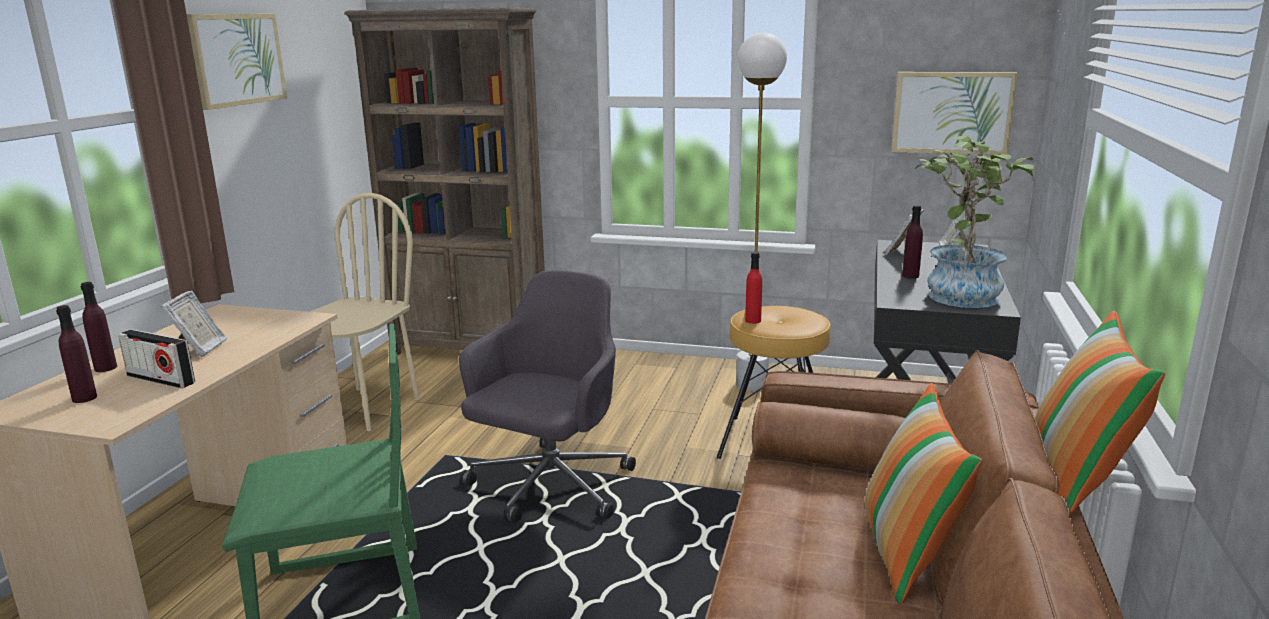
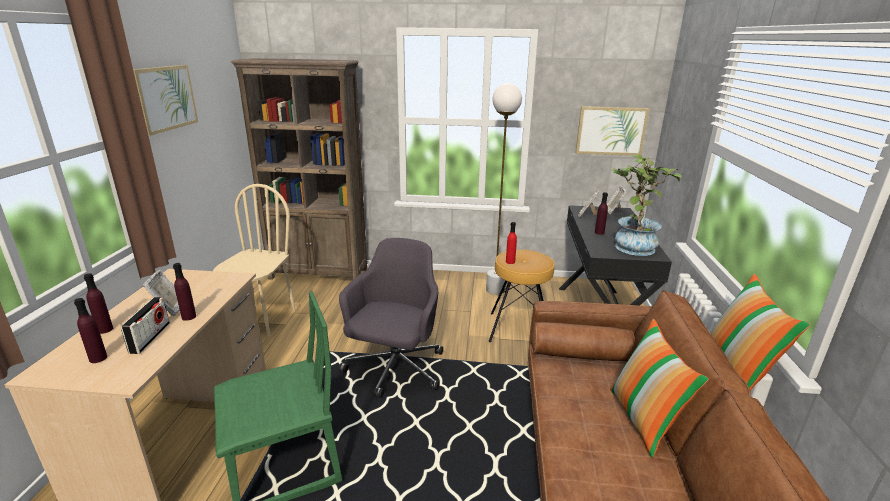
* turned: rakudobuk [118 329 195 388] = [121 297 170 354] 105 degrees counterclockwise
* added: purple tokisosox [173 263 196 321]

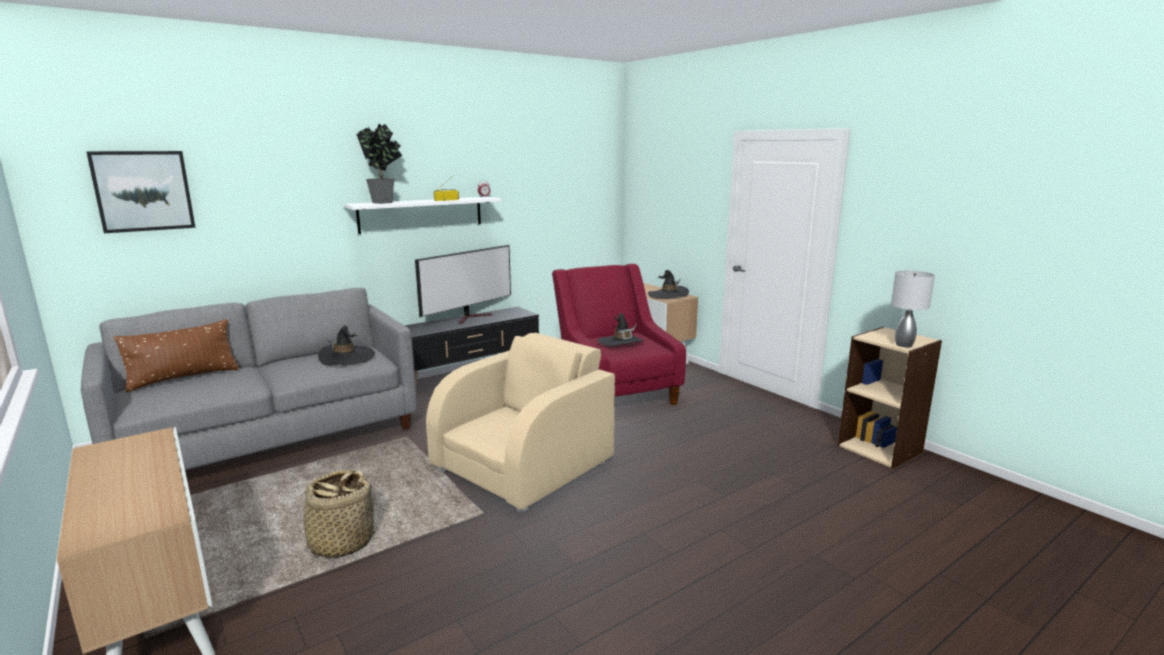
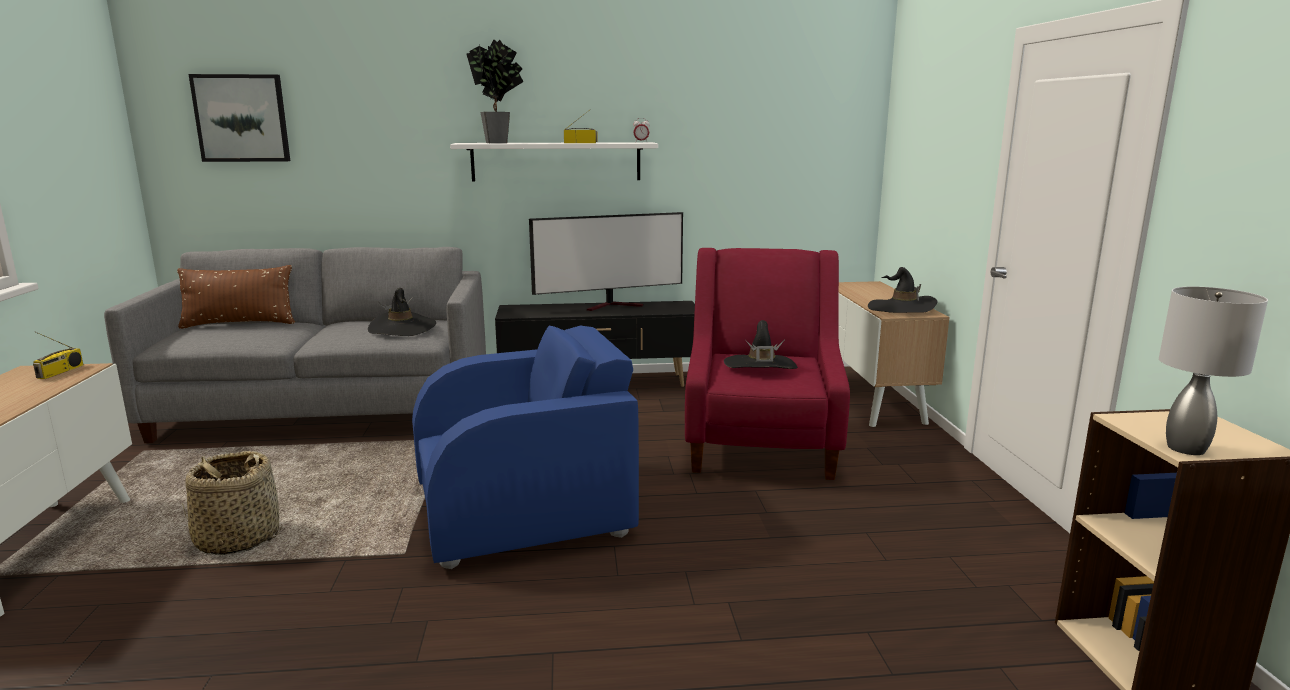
* added: rakudobuk [33 332 84 379]
* recoloured: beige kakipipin [426 333 615 513] to blue kakipipin [412 326 639 569]

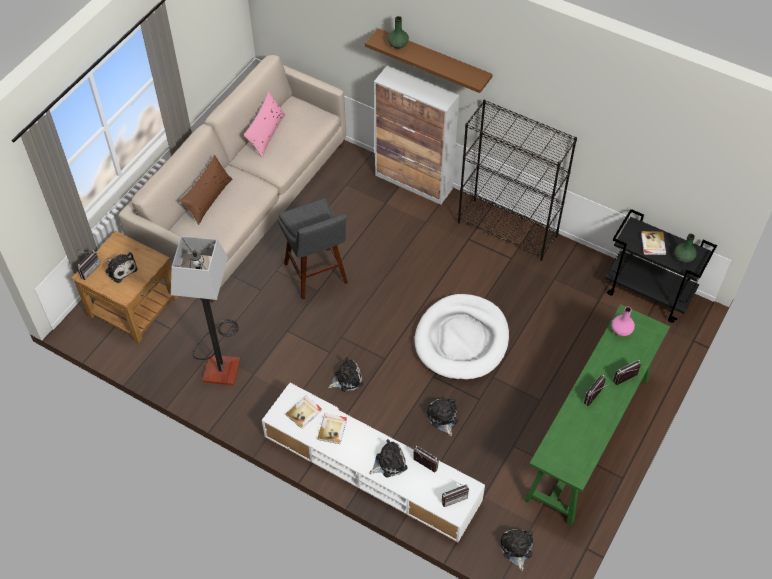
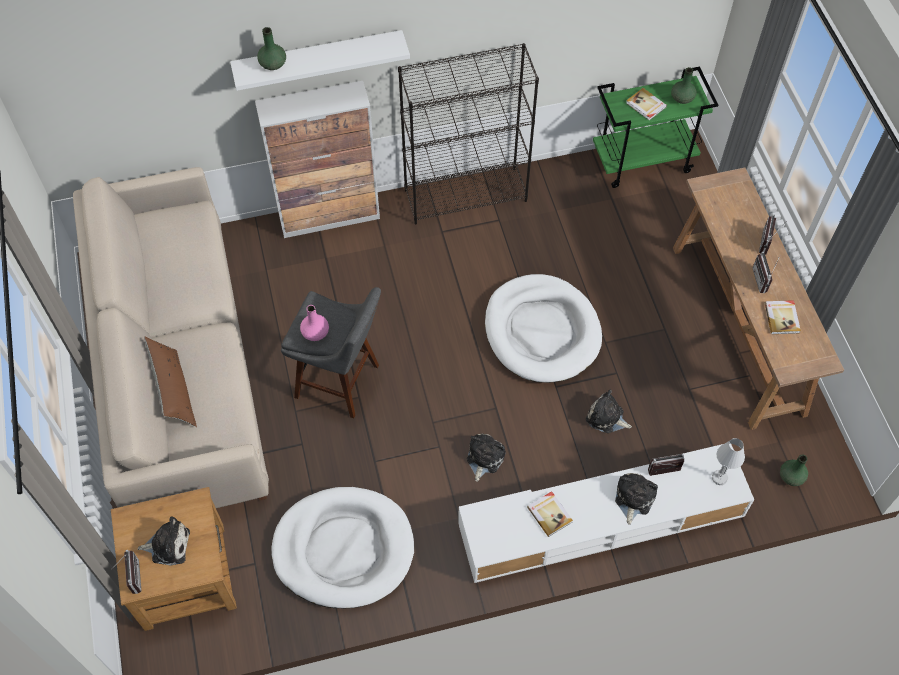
* recoloured: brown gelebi [365 28 493 93] to white gelebi [230 30 410 91]
* replaced: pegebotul [171 236 240 386] to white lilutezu [271 487 414 608]
* moved: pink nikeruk [612 307 635 336] to [300 305 329 341]
* recoloured: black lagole [605 209 717 323] to green lagole [593 67 718 188]
* recoloured: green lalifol [524 304 670 525] to brown lalifol [673 168 844 430]
* replaced: rakudobuk [442 478 469 507] to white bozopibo [712 438 745 485]
* moved: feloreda [285 396 322 429] to [765 300 801 334]
* replaced: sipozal [500 529 533 571] to green nikeruk [780 455 808 486]
* removed: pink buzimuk [244 91 286 158]

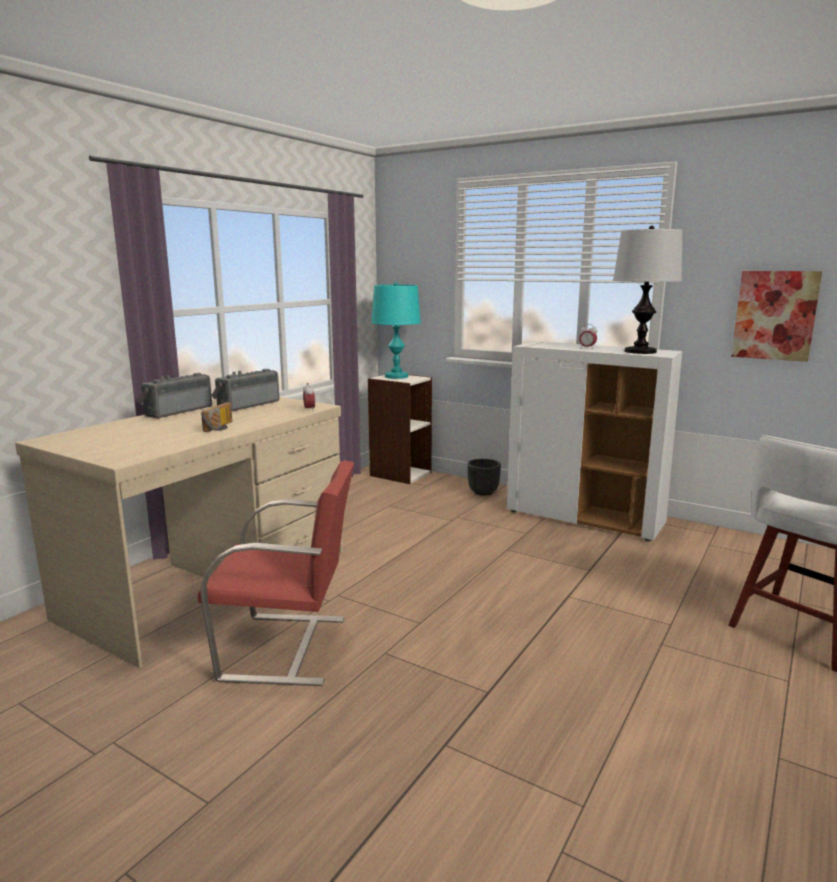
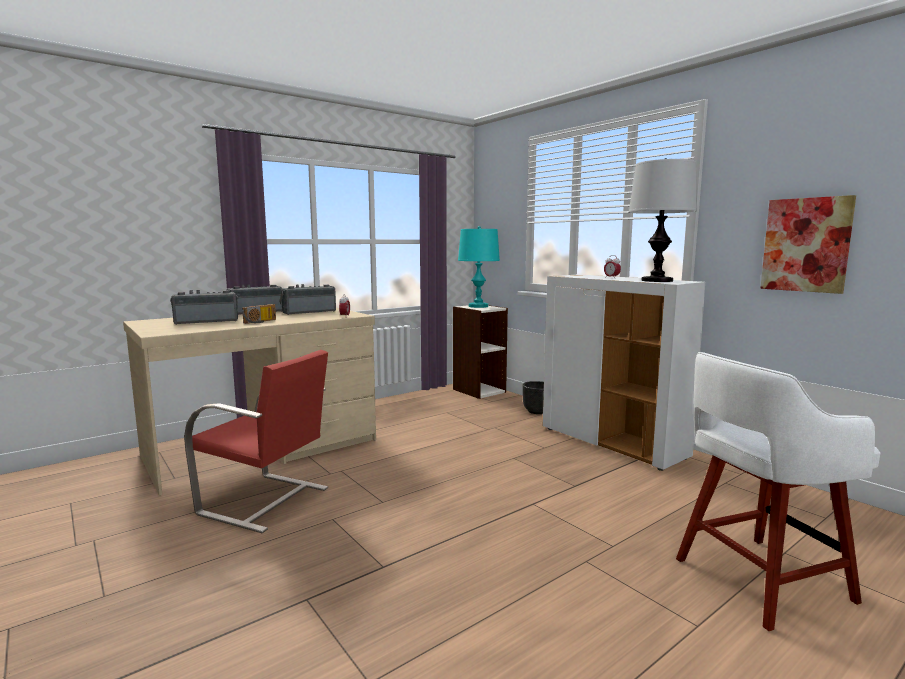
* added: rakudobuk [170 290 238 324]

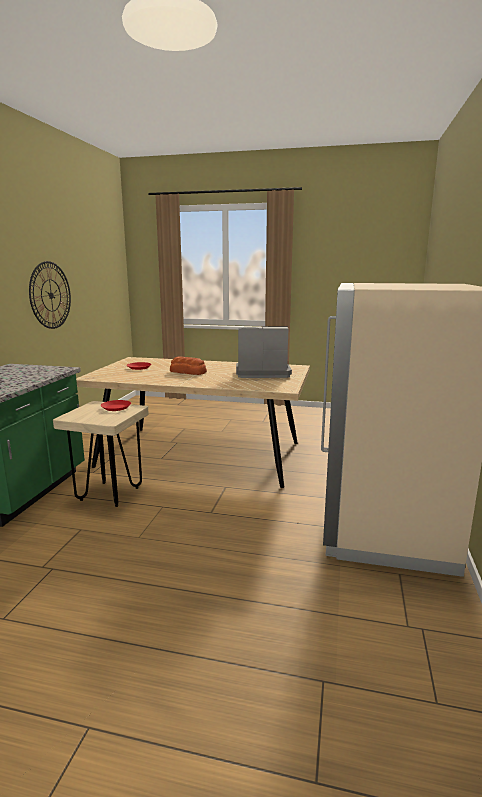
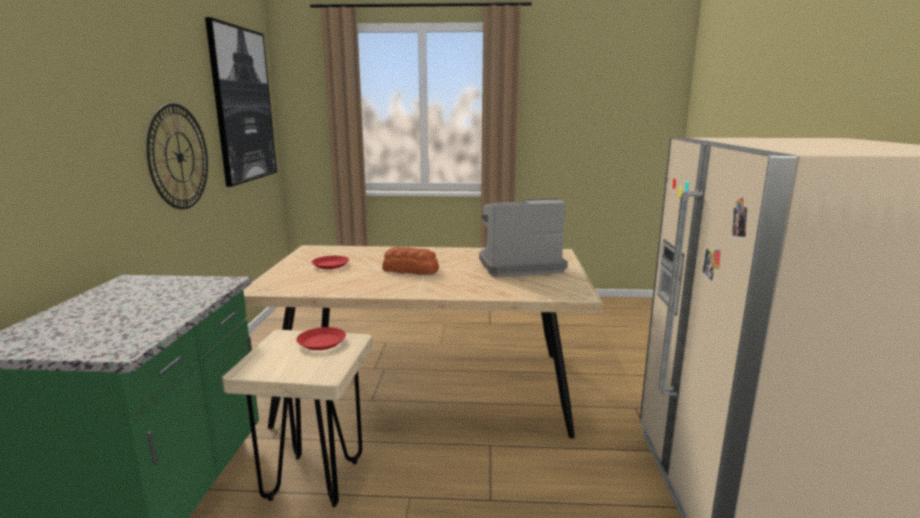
* added: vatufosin [205 17 277 187]

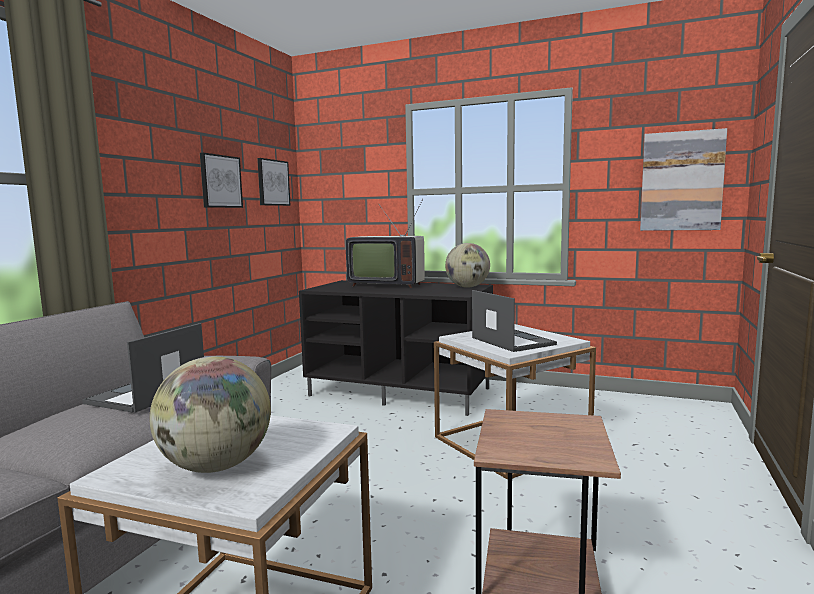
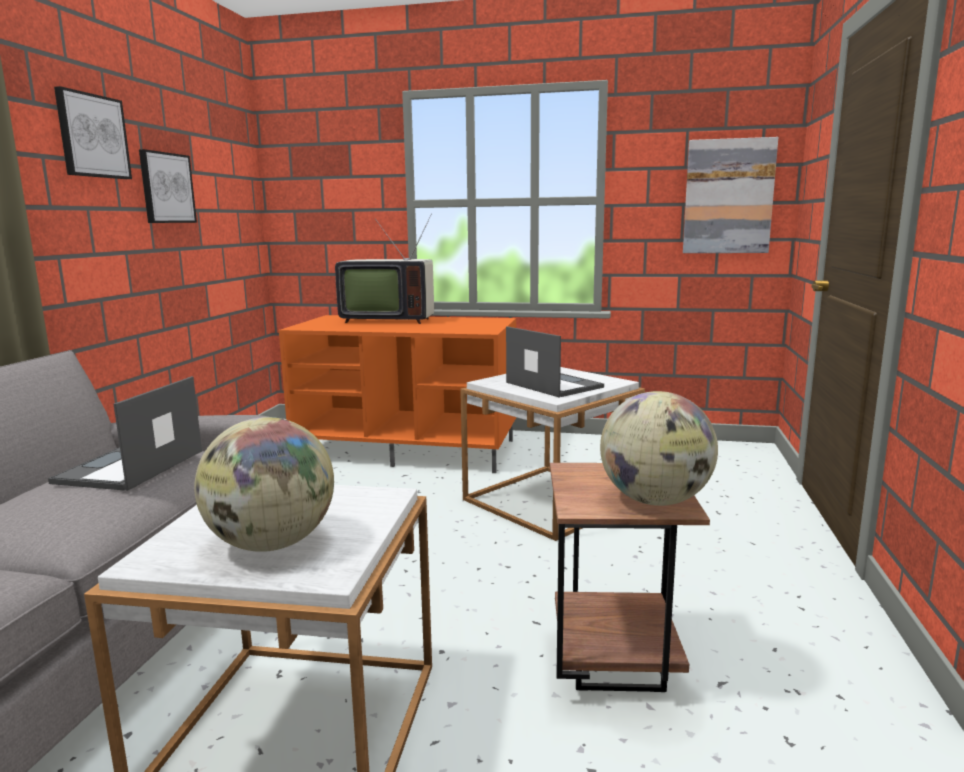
* moved: vatufosin [257 158 291 206] to [54 86 132 179]
* recoloured: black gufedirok [299 280 493 416] to orange gufedirok [279 315 516 473]
* moved: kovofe [445 243 490 288] to [600 391 718 506]

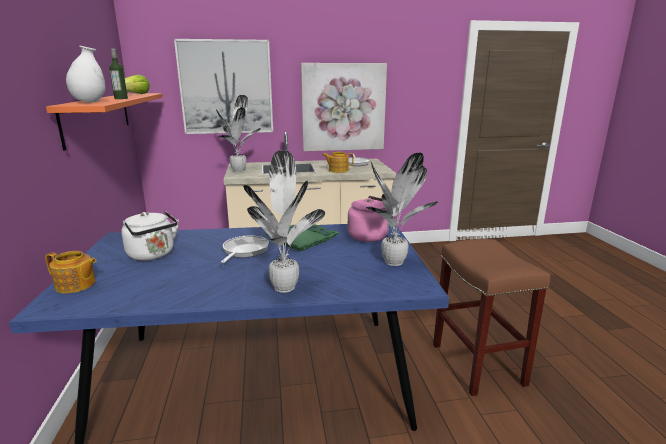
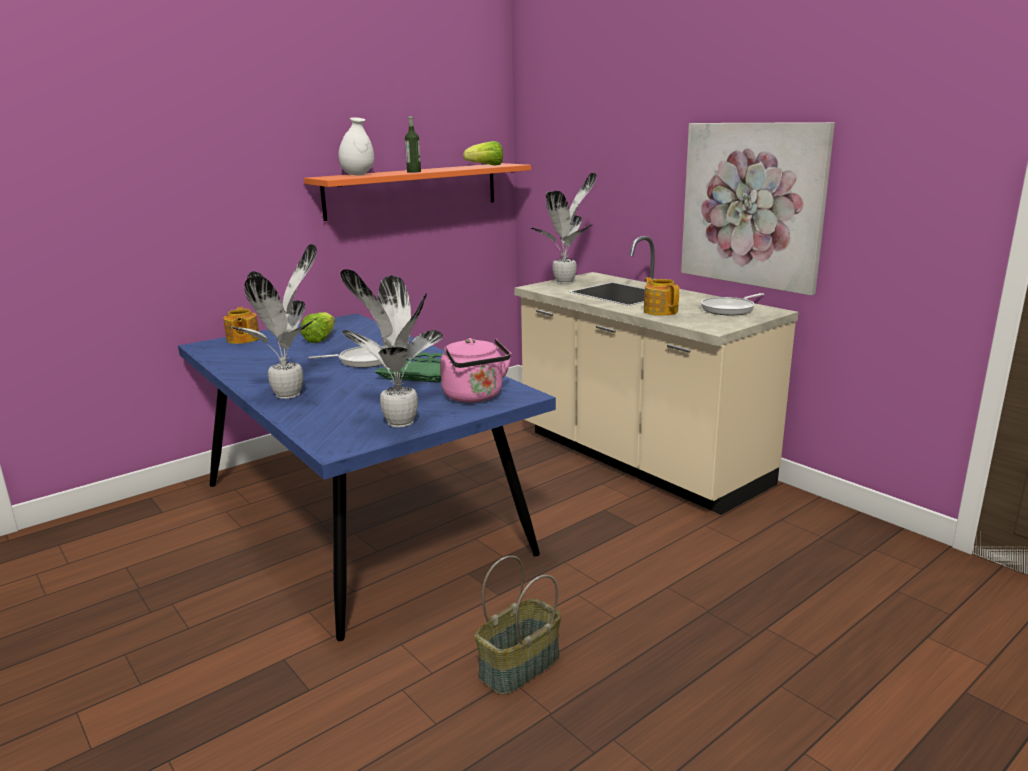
* replaced: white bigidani [121 210 179 261] to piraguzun [300 312 335 343]
* replaced: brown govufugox [433 239 550 396] to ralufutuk [475 556 561 695]
* removed: vatufosin [174 39 273 134]

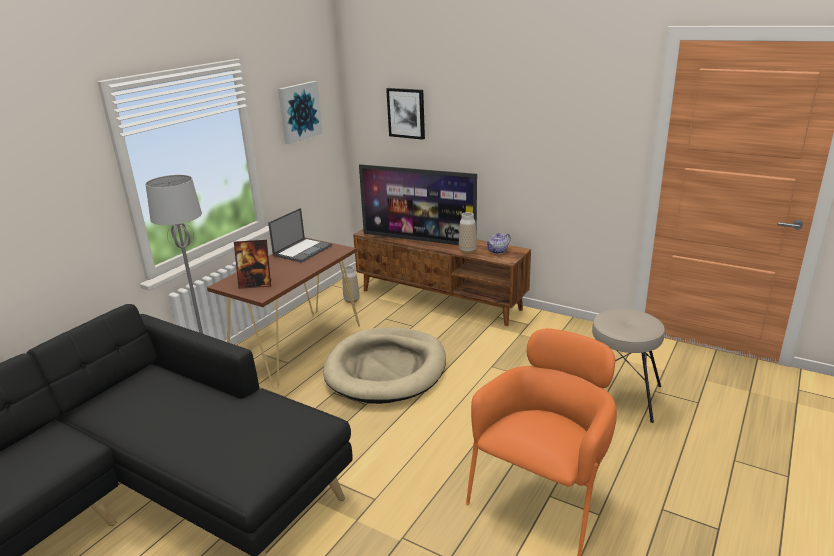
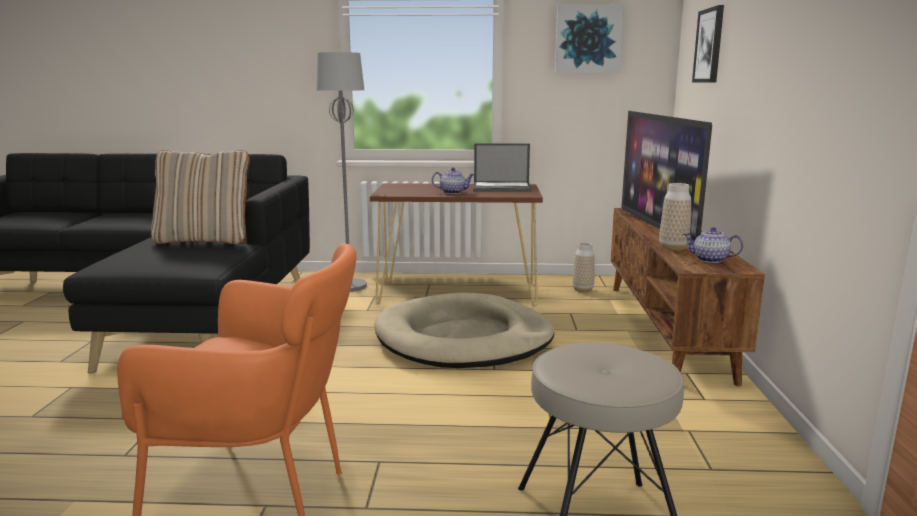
* added: beige buzimuk [151 150 250 244]
* added: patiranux [432 167 474 194]
* removed: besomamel [234 240 272 289]

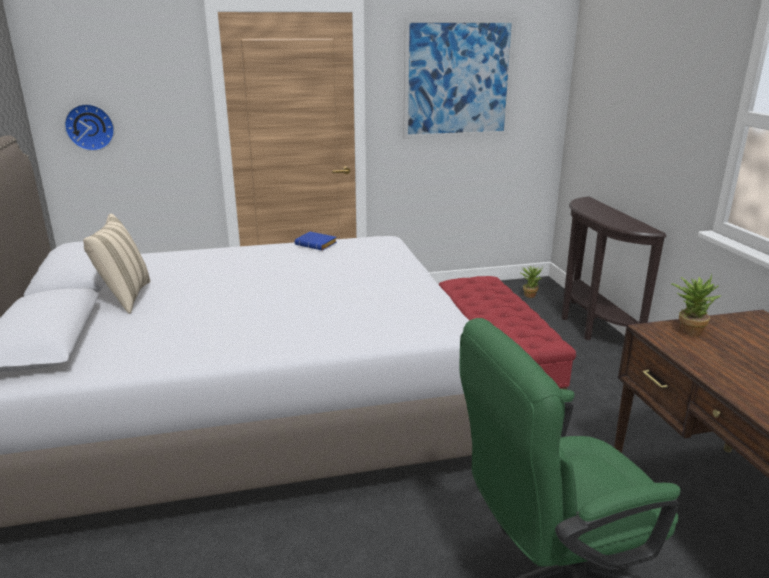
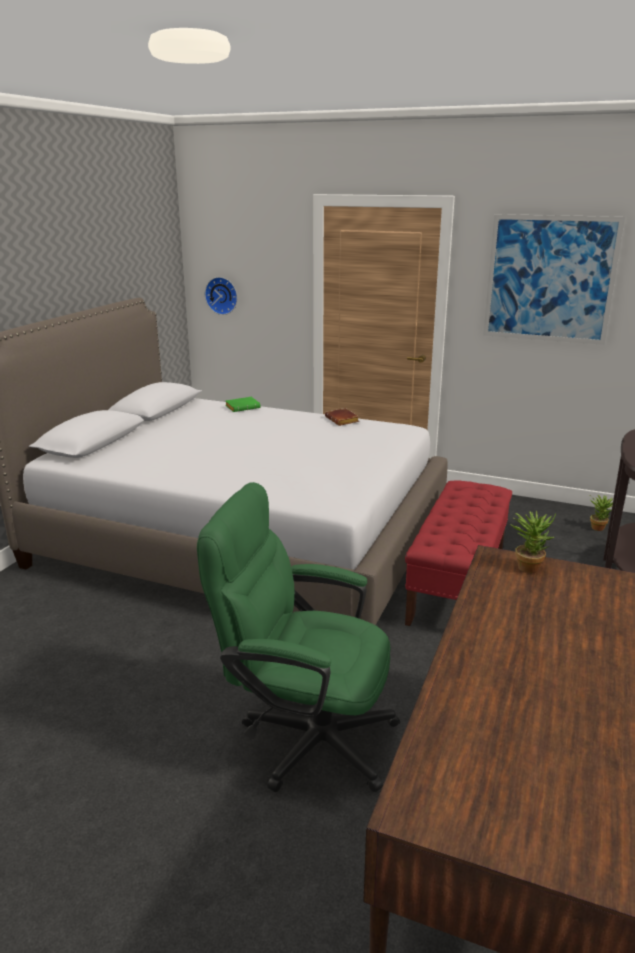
* added: green feloreda [225 397 260 412]
* recoloured: blue feloreda [295 232 337 251] to brown feloreda [325 408 359 426]
* removed: beige buzimuk [83 213 151 314]

